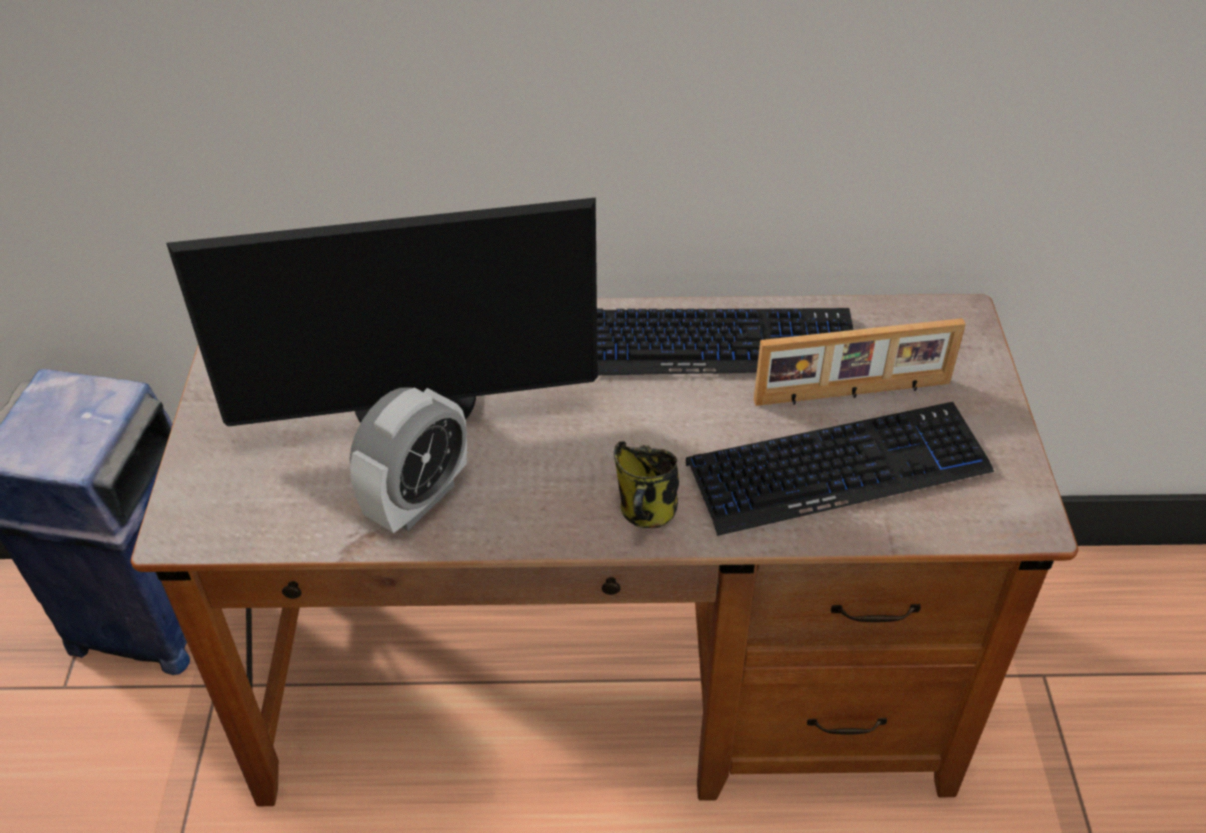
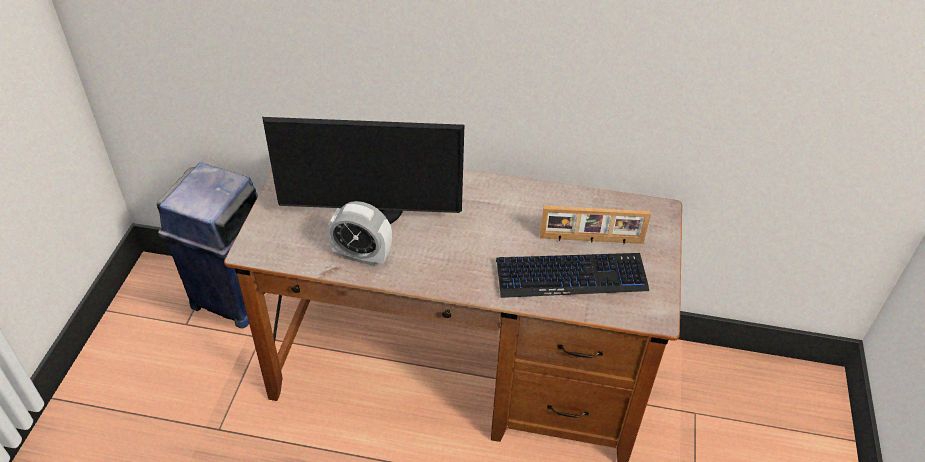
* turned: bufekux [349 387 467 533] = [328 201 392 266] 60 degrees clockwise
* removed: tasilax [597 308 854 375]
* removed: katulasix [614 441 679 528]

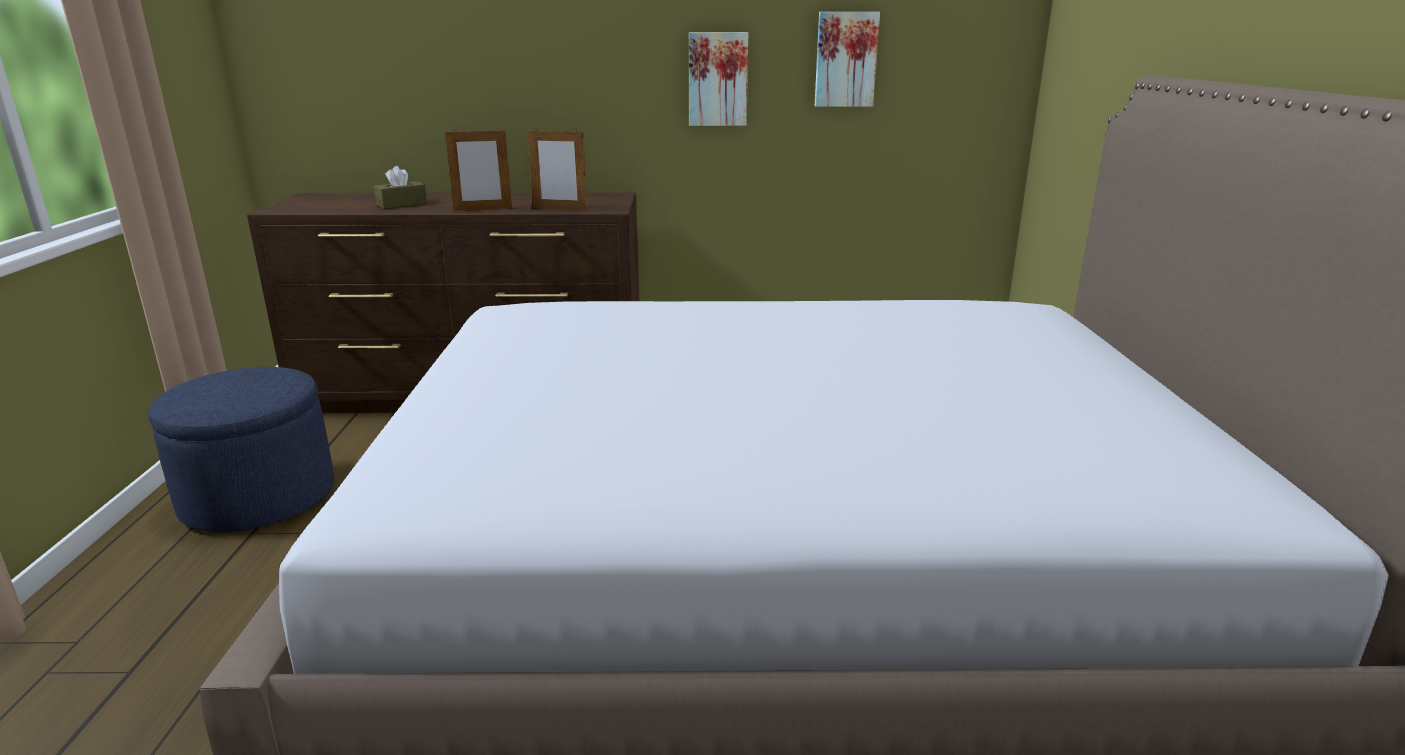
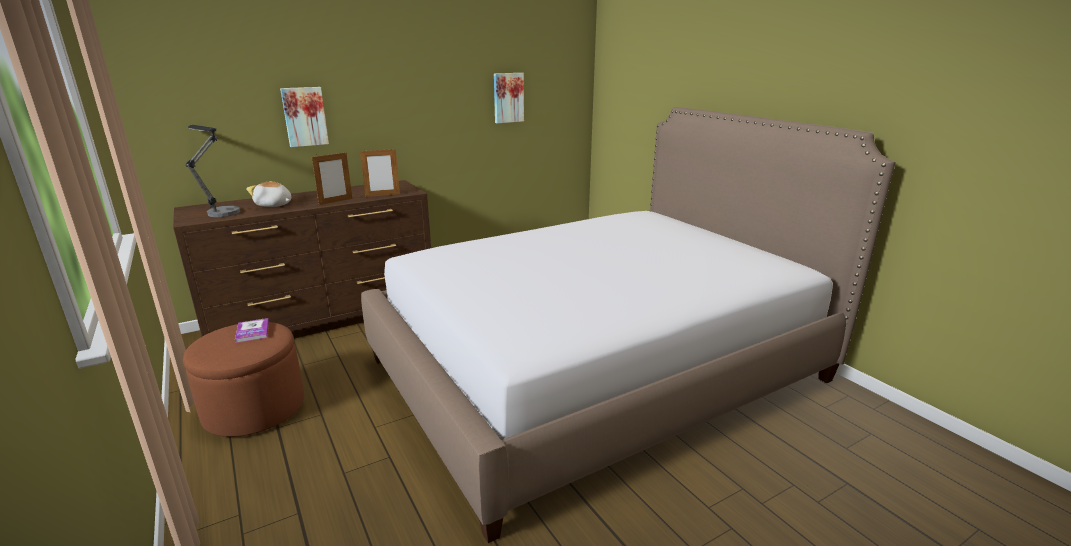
* recoloured: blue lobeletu [148 367 334 532] to brown lobeletu [183 322 304 437]
* added: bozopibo [186 125 241 217]
* added: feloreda [235 318 269 343]
* replaced: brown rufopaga [374 166 427 209] to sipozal [246 181 291 207]
* moved: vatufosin [689 32 748 126] to [280 87 329 147]

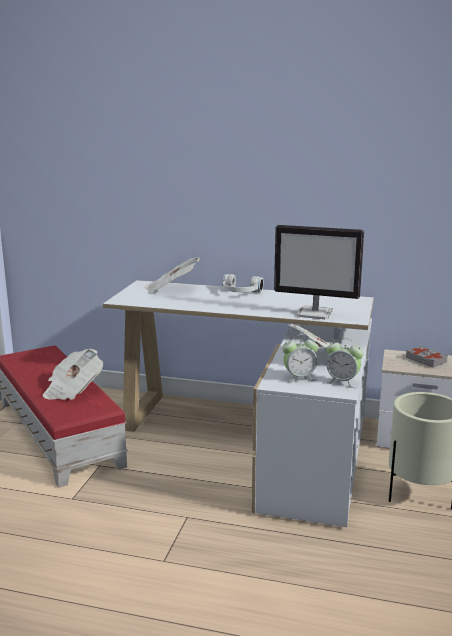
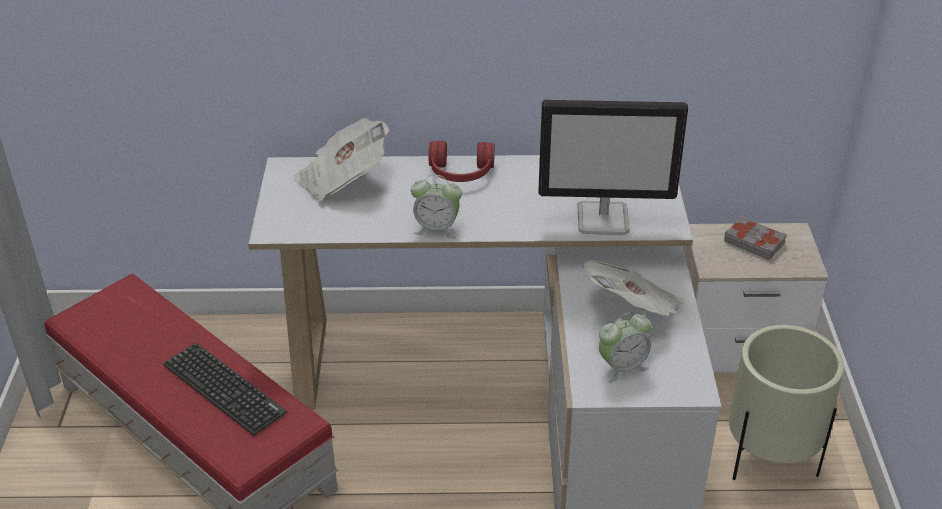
* replaced: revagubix [43 349 103 400] to tasilax [164 343 287 436]
* moved: bufekux [325 338 364 388] to [411 175 462 238]
* recoloured: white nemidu [222 274 264 292] to red nemidu [429 141 495 182]

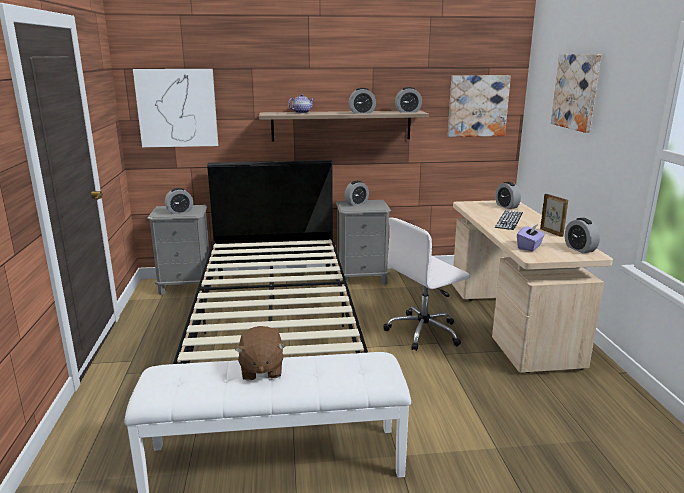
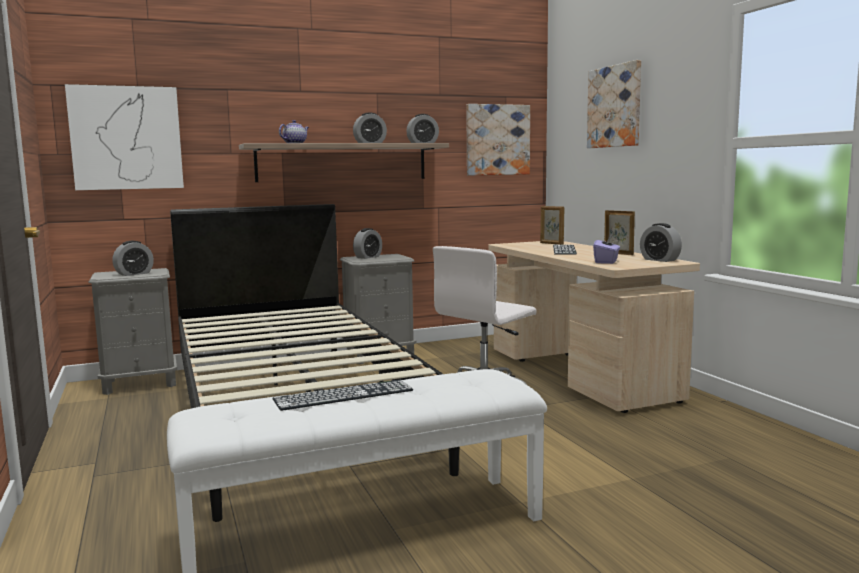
* replaced: brown sipozal [235 326 285 380] to tasilax [273 380 413 411]
* replaced: bufekux [495 182 521 209] to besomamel [540 206 564 245]

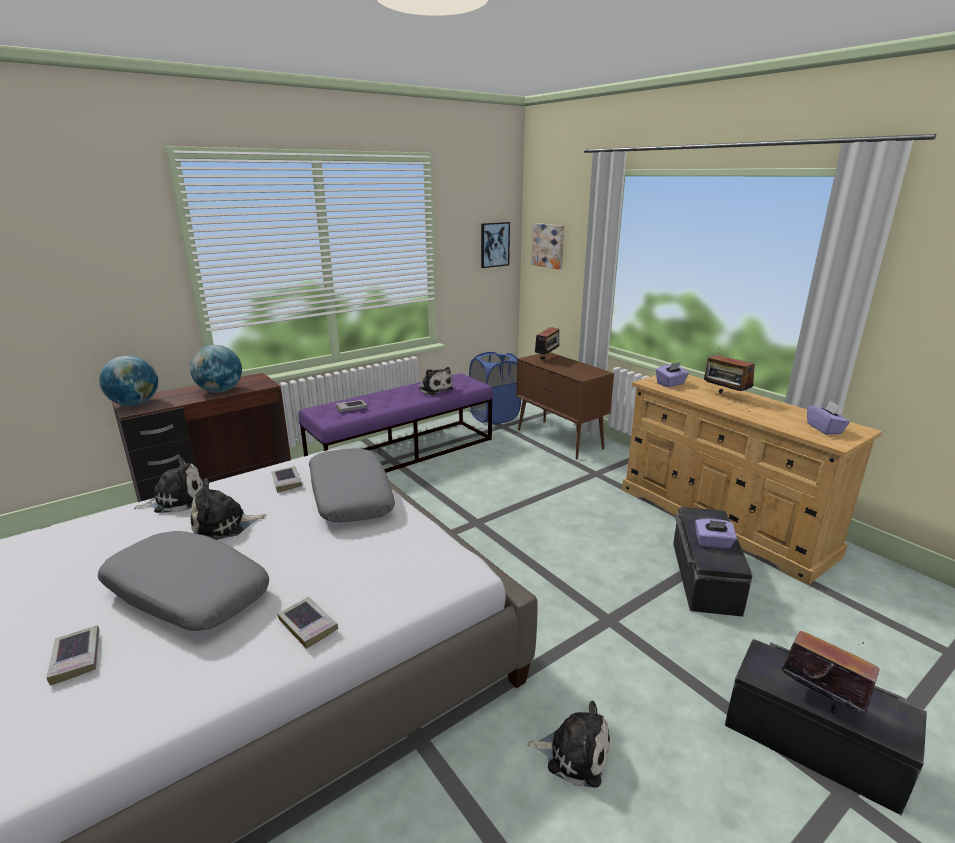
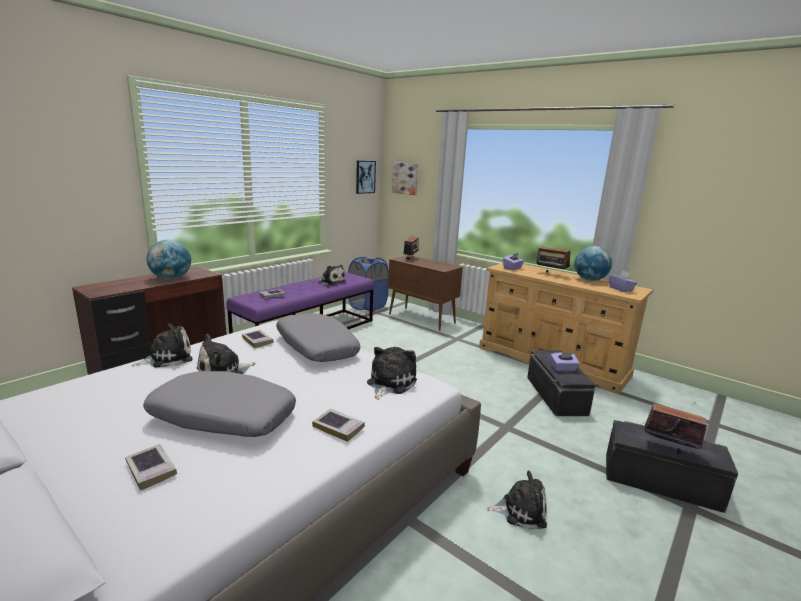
* added: sipozal [367 347 417 400]
* moved: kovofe [99 355 158 406] to [574 246 612 281]

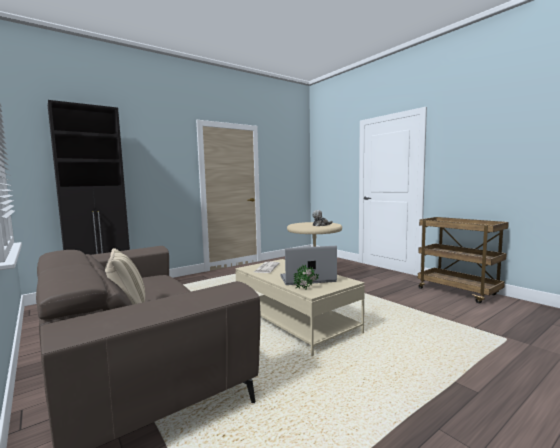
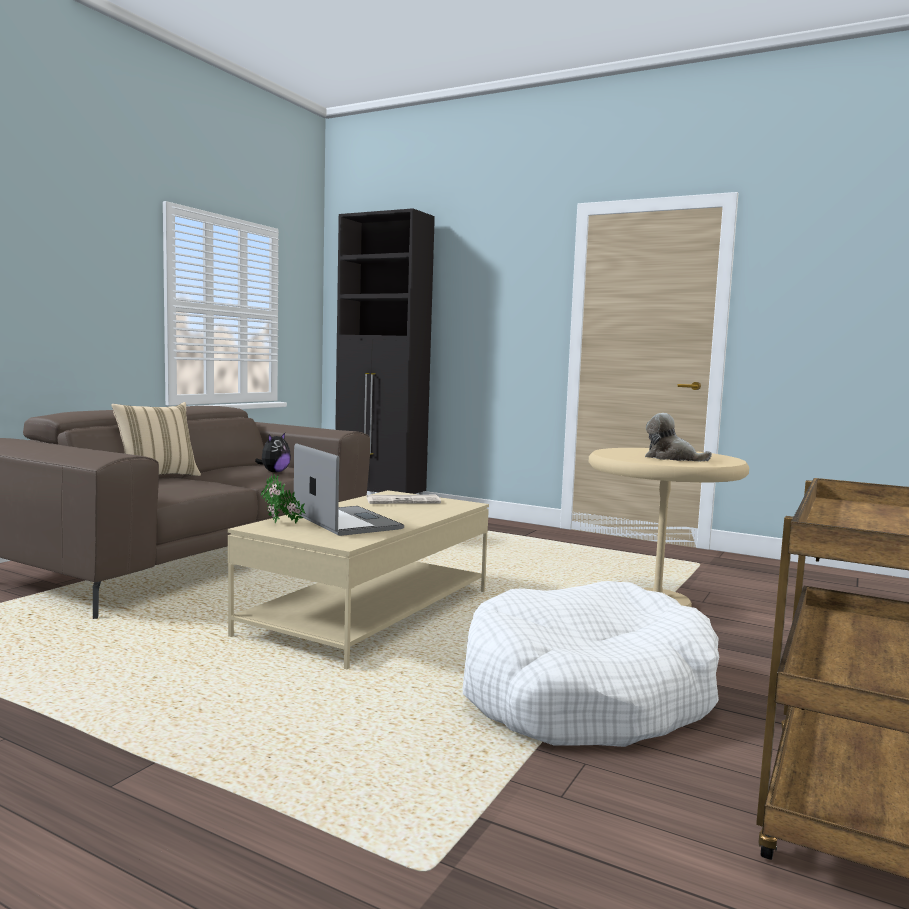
* added: sipozal [255 433 291 473]
* added: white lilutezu [463 581 719 747]

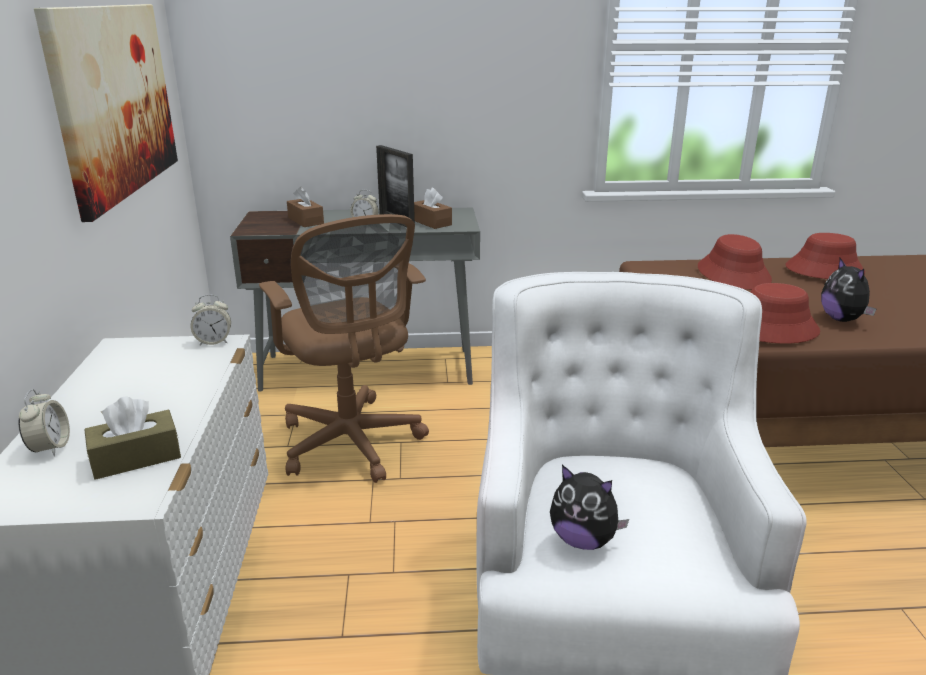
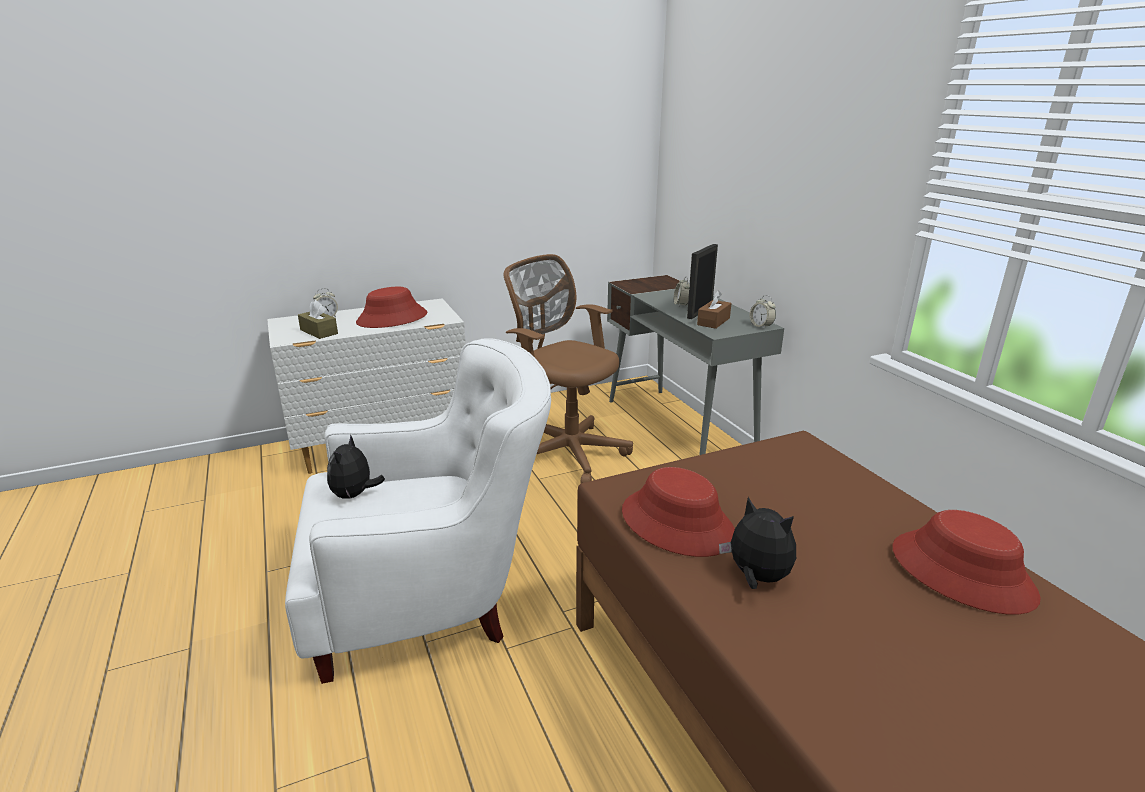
* moved: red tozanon [698 234 772 290] to [356 287 427 328]
* turned: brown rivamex [259 214 429 483] = [503 254 633 483] 90 degrees clockwise
* turned: sipozal [821 258 876 322] = [719 497 796 589] 75 degrees clockwise
* moved: bufekux [191 295 231 345] to [750 295 776 329]
* removed: vatufosin [34 4 178 222]
* removed: brown rufopaga [287 187 324 227]

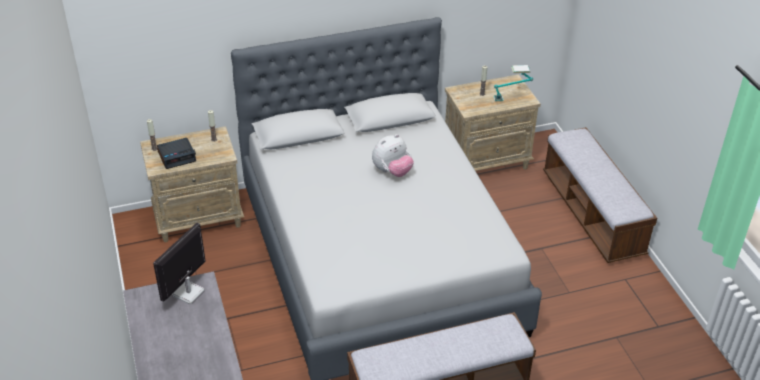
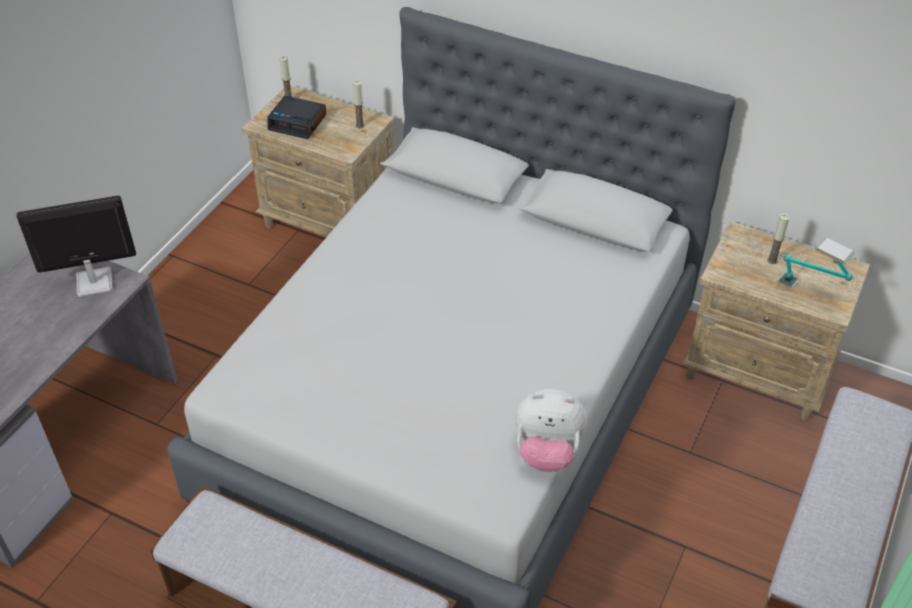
* moved: sipozal [372 134 414 177] to [515 389 587 472]

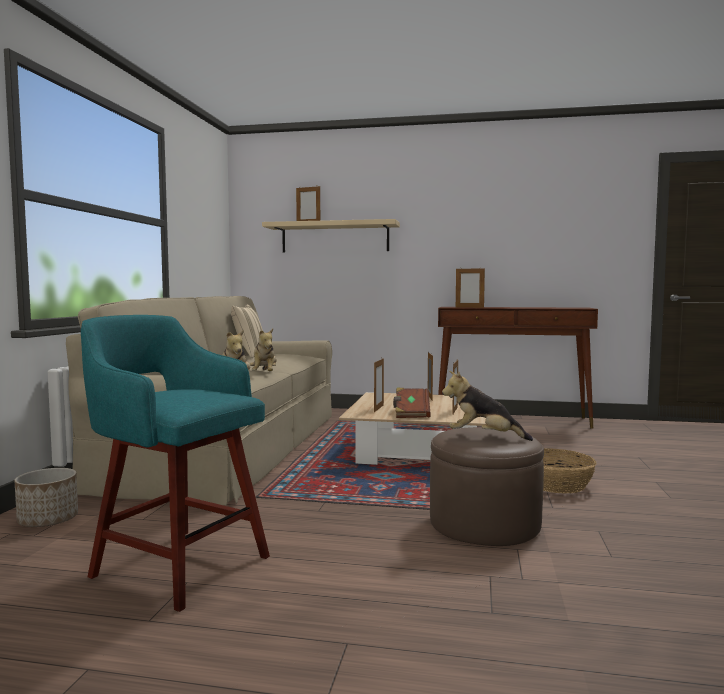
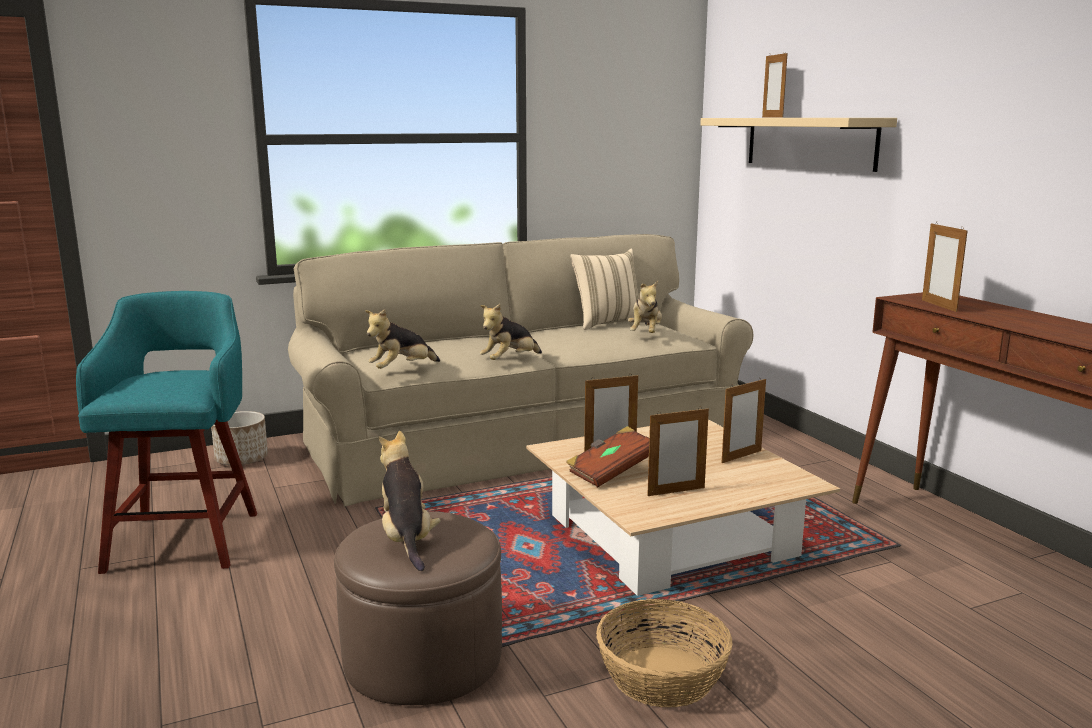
* added: sipozal [628 281 662 333]

